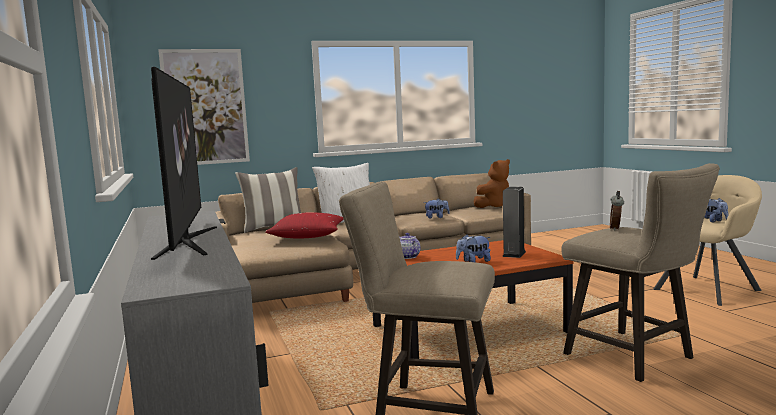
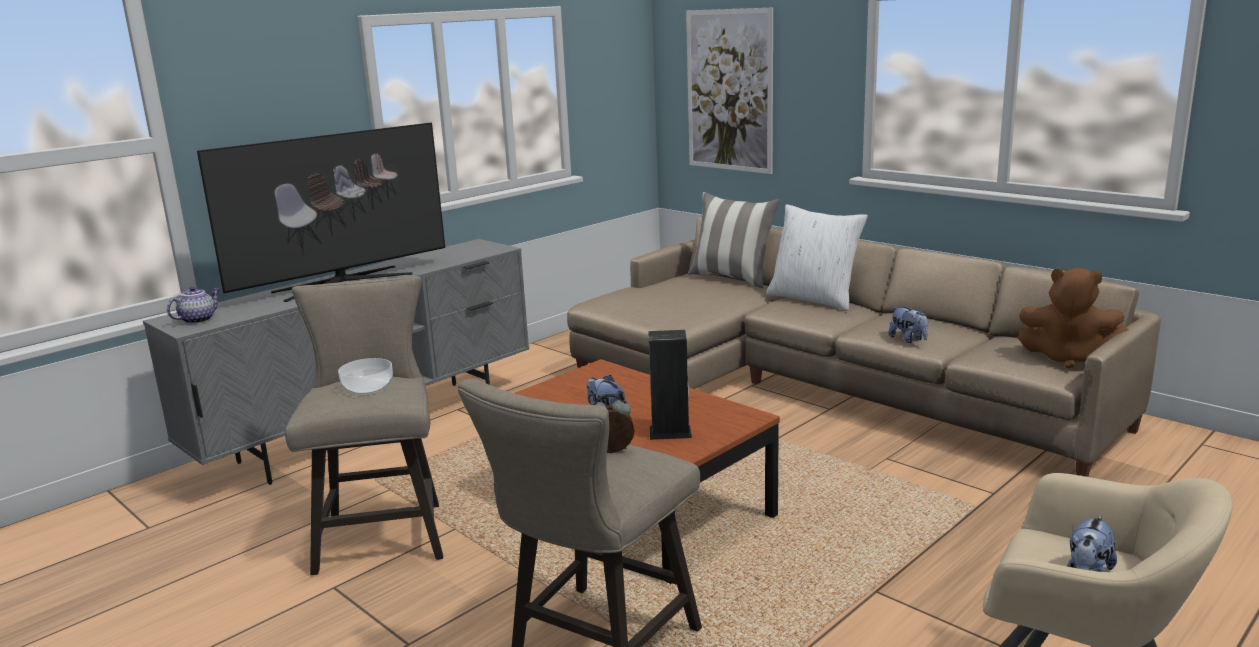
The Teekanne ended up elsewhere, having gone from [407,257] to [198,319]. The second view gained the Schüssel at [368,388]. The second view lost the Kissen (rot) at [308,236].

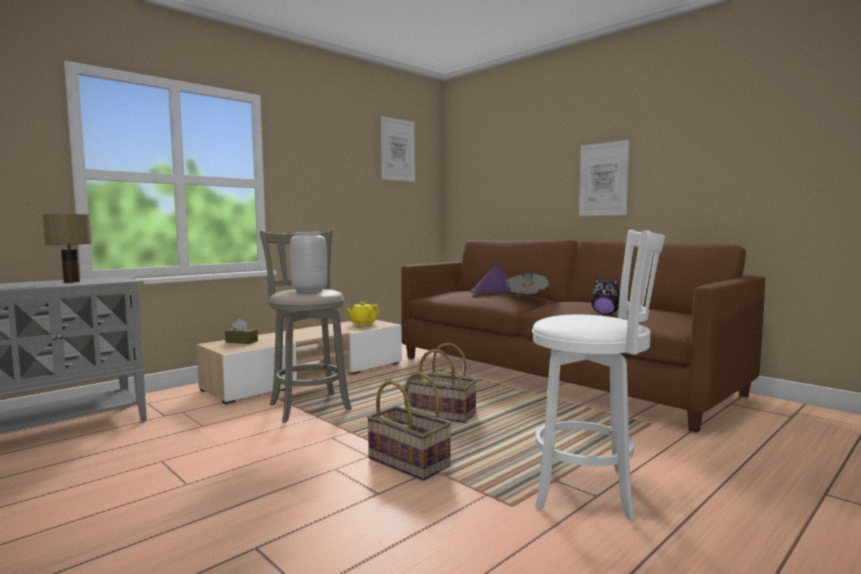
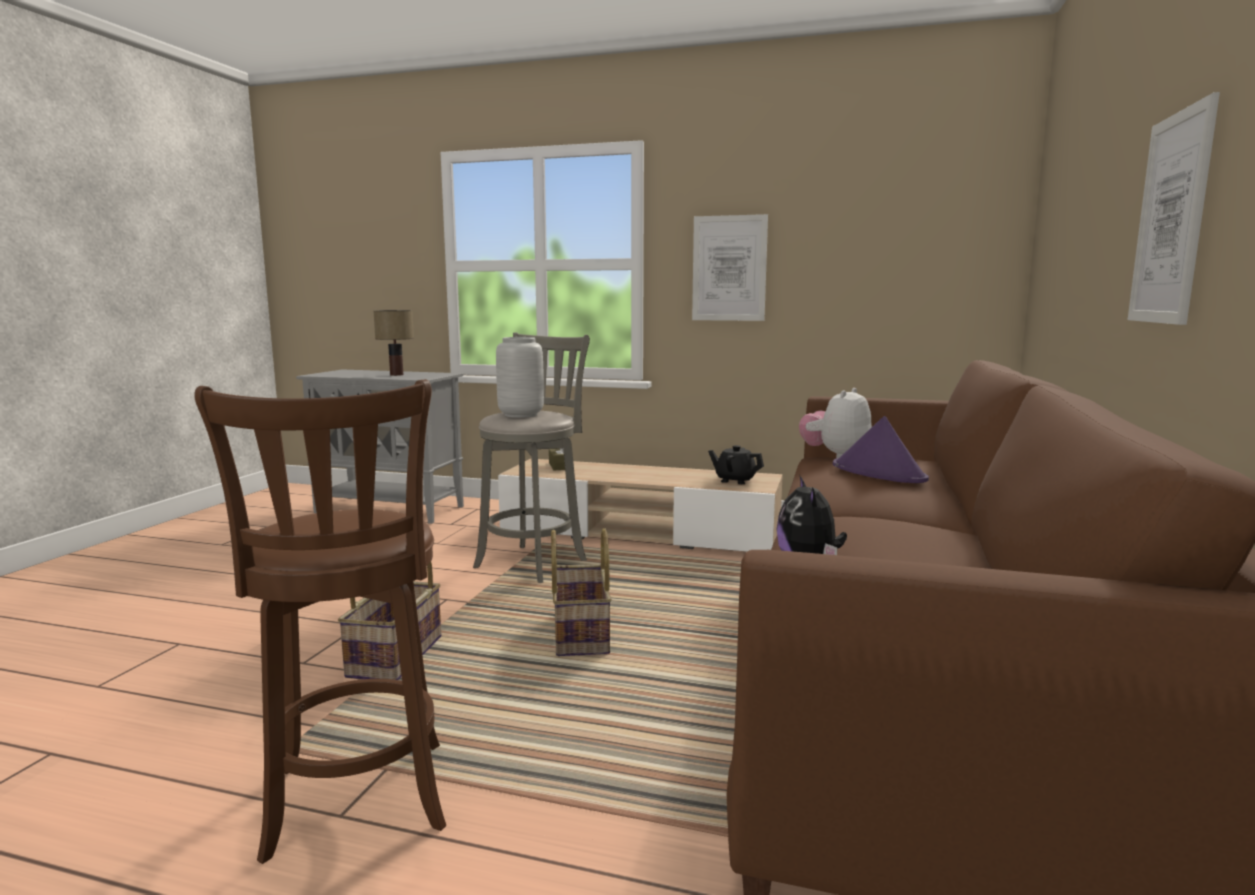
What was the Hocker (weiß) at [589,490] turned into the Hocker (braun) at [357,805]. The Bild ended up elsewhere, having gone from [397,150] to [729,268]. What was the Teekanne (gelb) at [363,324] turned into the Teekanne (schwarz) at [735,480]. The second view gained the Plüschtier at [835,456]. The second view lost the Zeitung at [527,296].

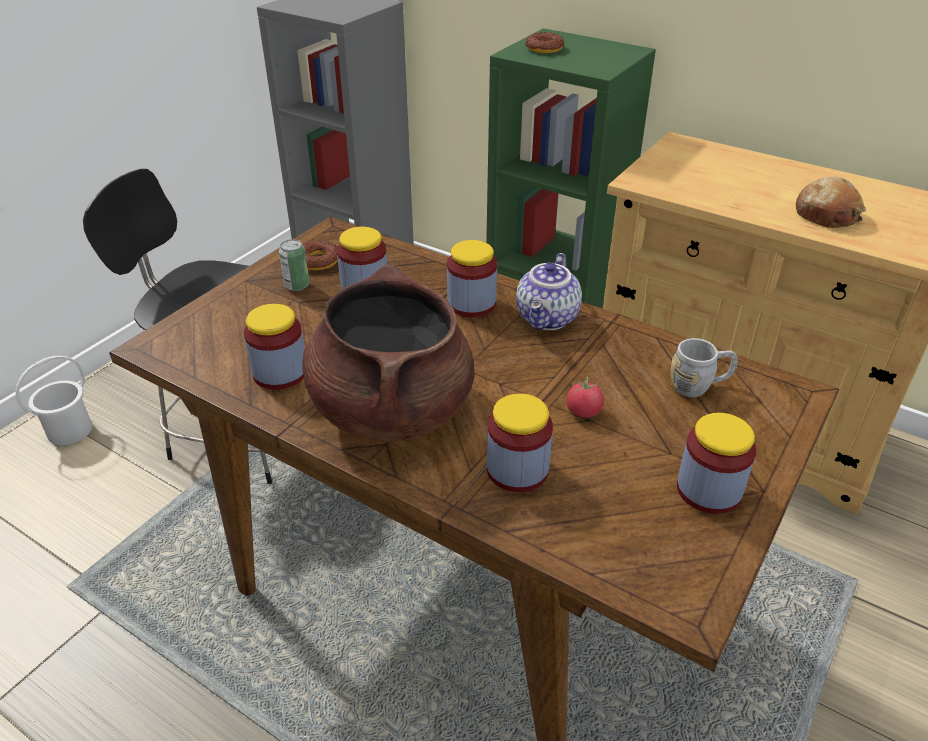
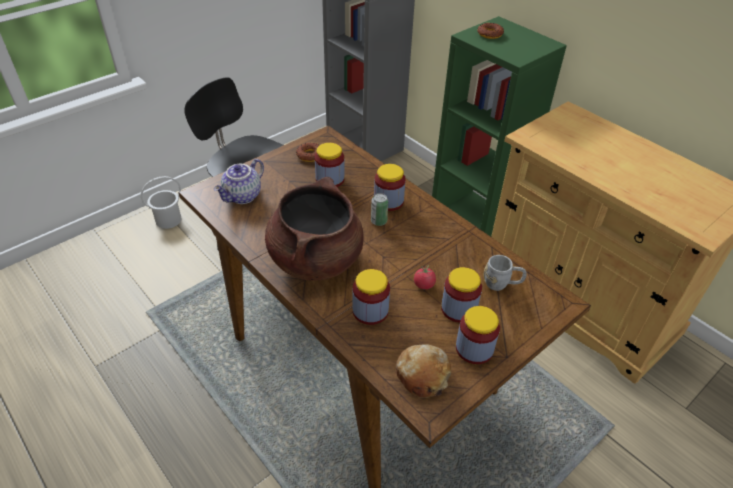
The Teekanne ended up elsewhere, having gone from [548,319] to [243,196]. The Dose ended up elsewhere, having gone from [297,286] to [379,221]. The Brot ended up elsewhere, having gone from [827,215] to [423,375]. The Vorratsglas ended up elsewhere, having gone from [280,373] to [458,309].

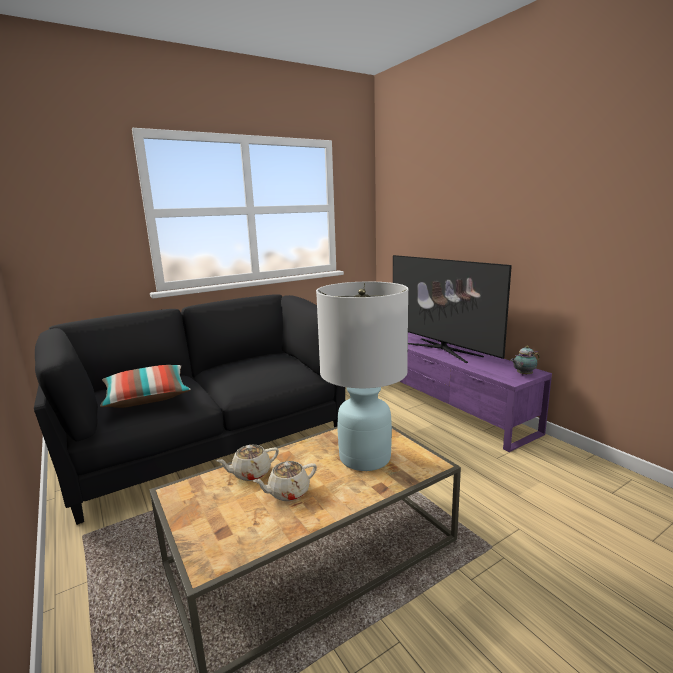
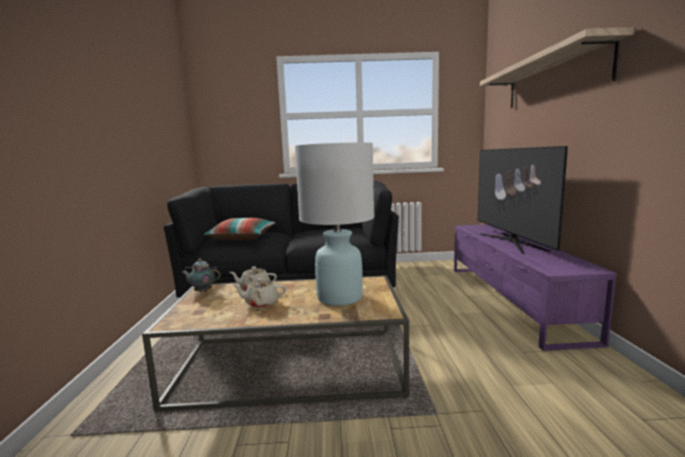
The Teekanne ended up elsewhere, having gone from [523,375] to [202,291]. The second view gained the Wandregal at [553,79].

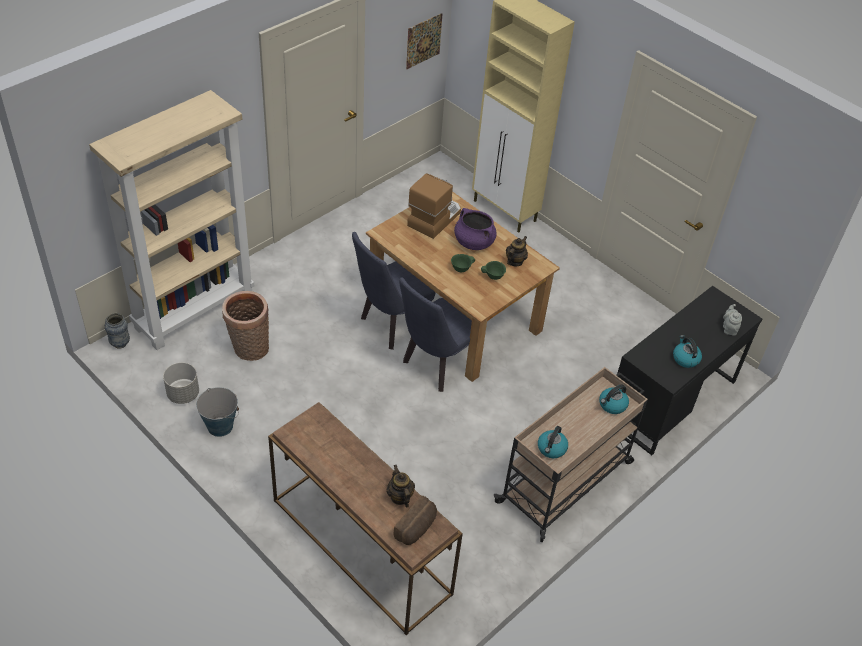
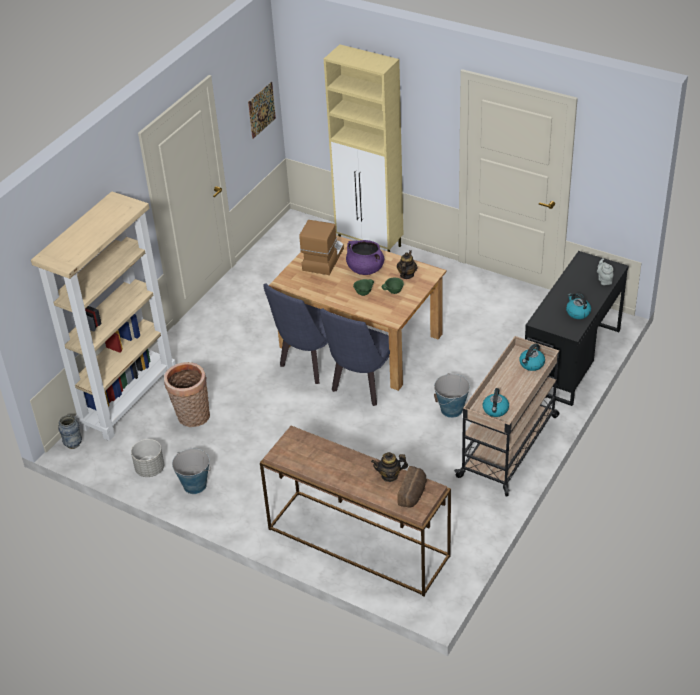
The Teekanne at [400,497] ended up facing another way, 60 degrees counterclockwise from before. The second view gained the Eimer at [451,410].

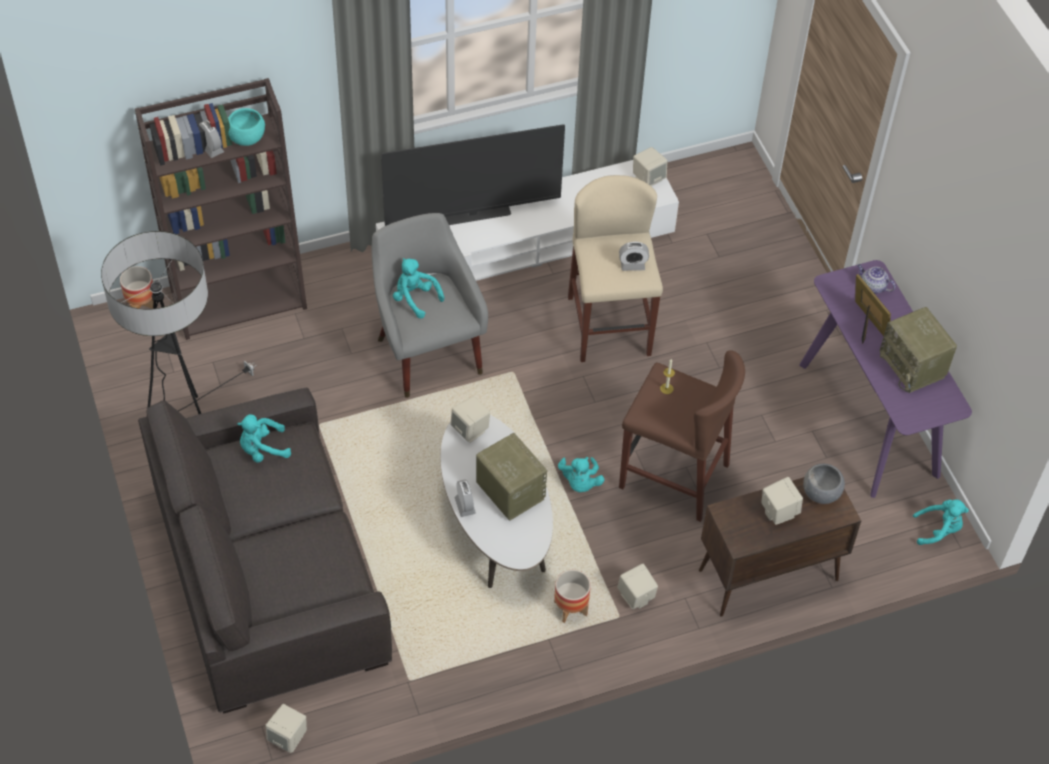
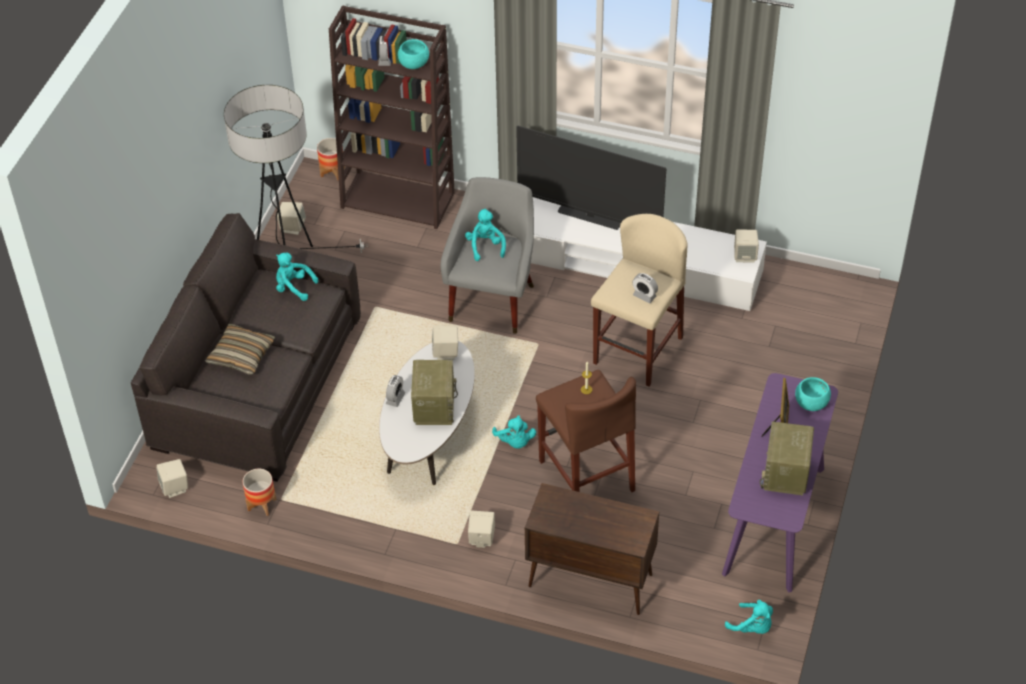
The second view gained the Kissen at [241,355]. The Pflanzkübel ended up elsewhere, having gone from [570,609] to [262,504]. The Lautsprecher (beige) ended up elsewhere, having gone from [778,512] to [292,227]. The Plüschtier (türkis) at [580,482] ended up facing another way, 60 degrees counterclockwise from before. Where the Teekanne stood at [872,286], the Schüssel (türkis) came to stand at [811,403]. The second view lost the Schüssel (grau) at [821,492].

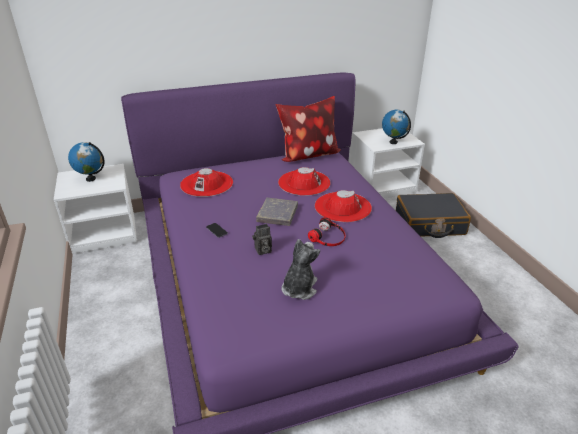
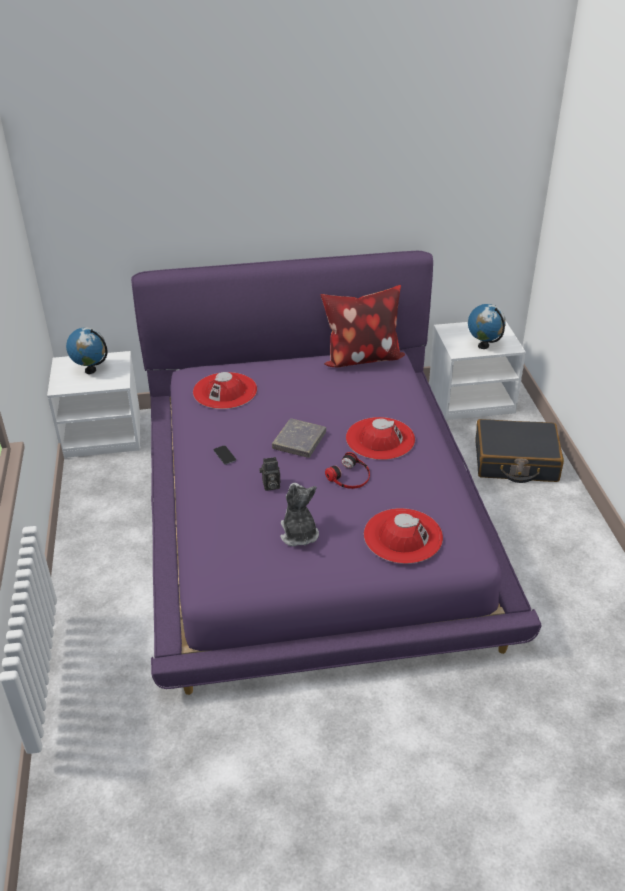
The Plüschtier at [299,288] ended up facing another way, 45 degrees counterclockwise from before. The Hut (rot) ended up elsewhere, having gone from [304,183] to [403,536].

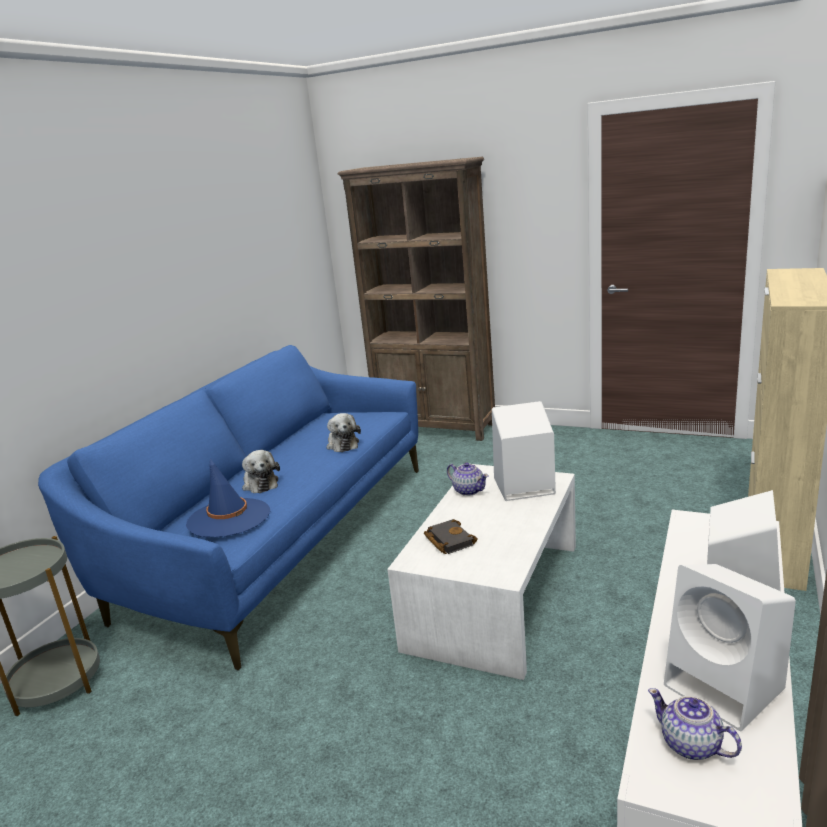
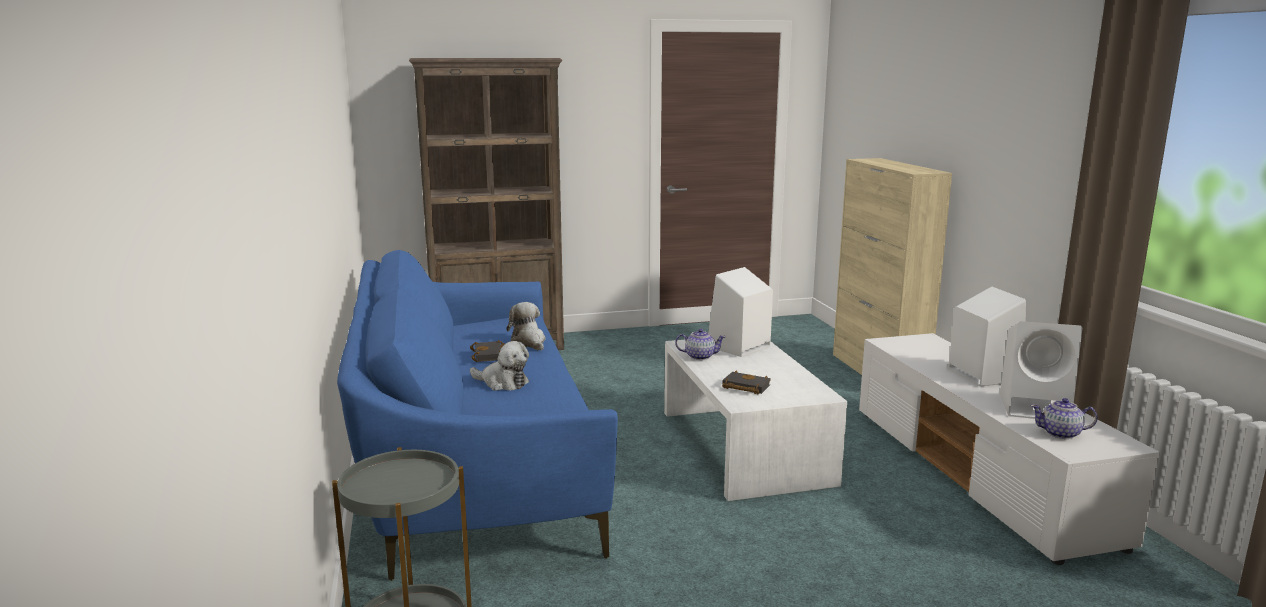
The second view gained the Buch (schwarz) at [490,355]. The Plüschtier at [342,444] ended up facing another way, 150 degrees counterclockwise from before. The second view lost the Hut (blau) at [229,518].

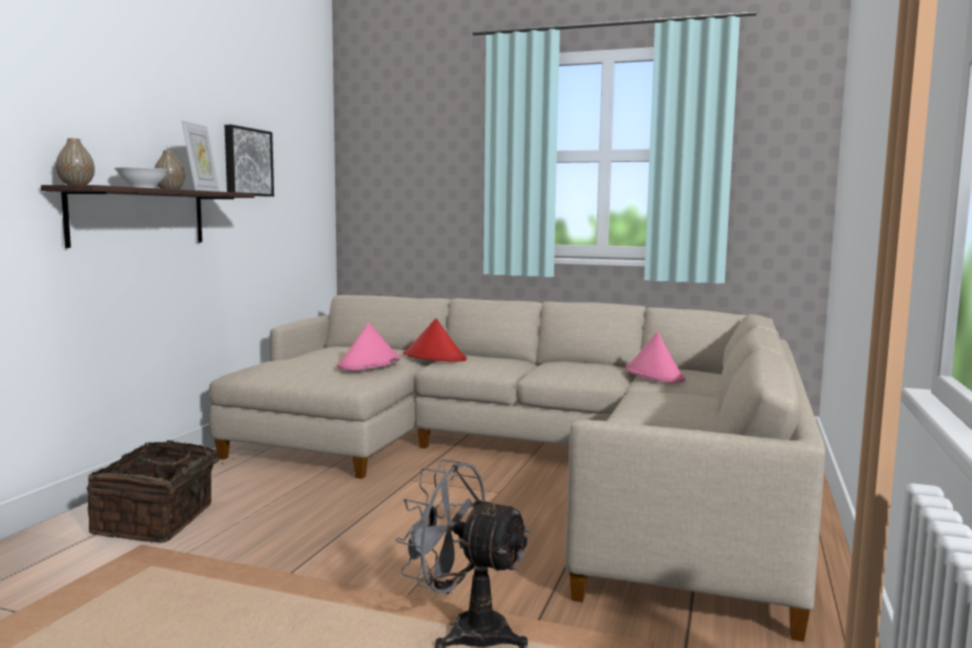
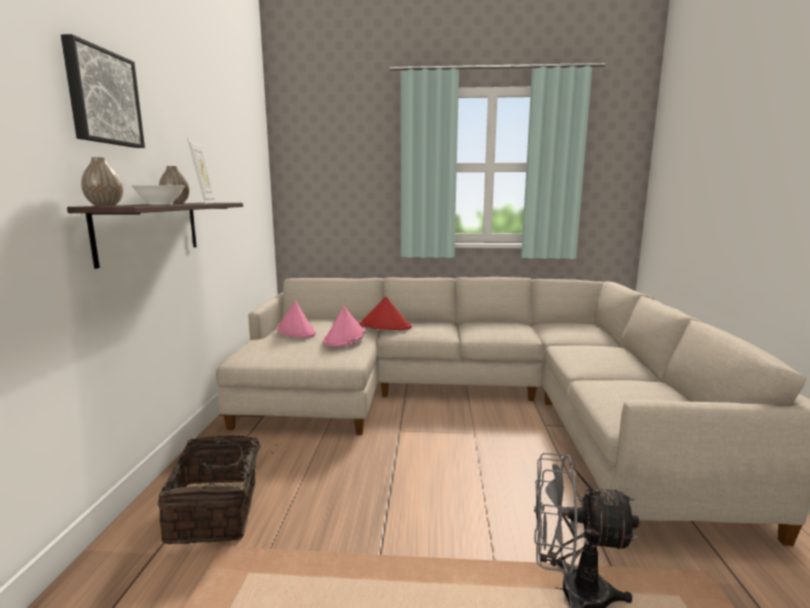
The Bild ended up elsewhere, having gone from [247,162] to [102,97]. The Hut (rosa) ended up elsewhere, having gone from [654,374] to [296,331].

